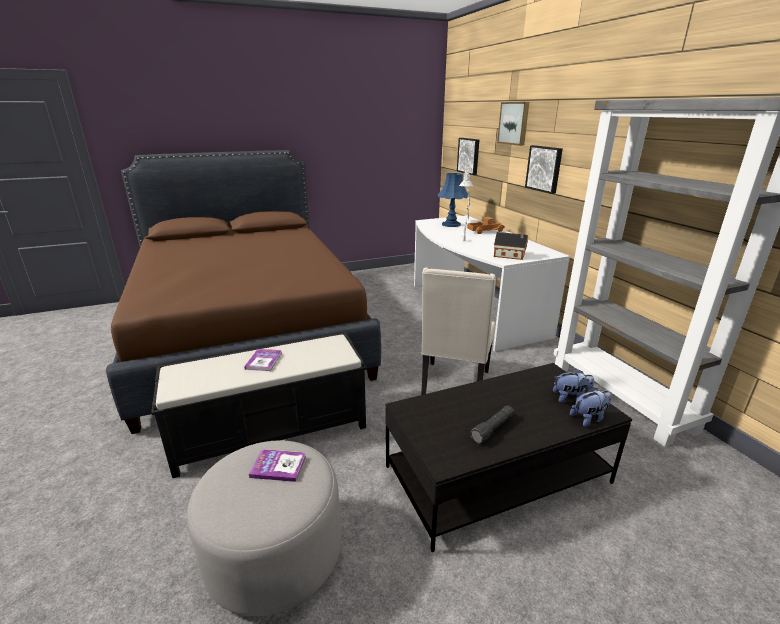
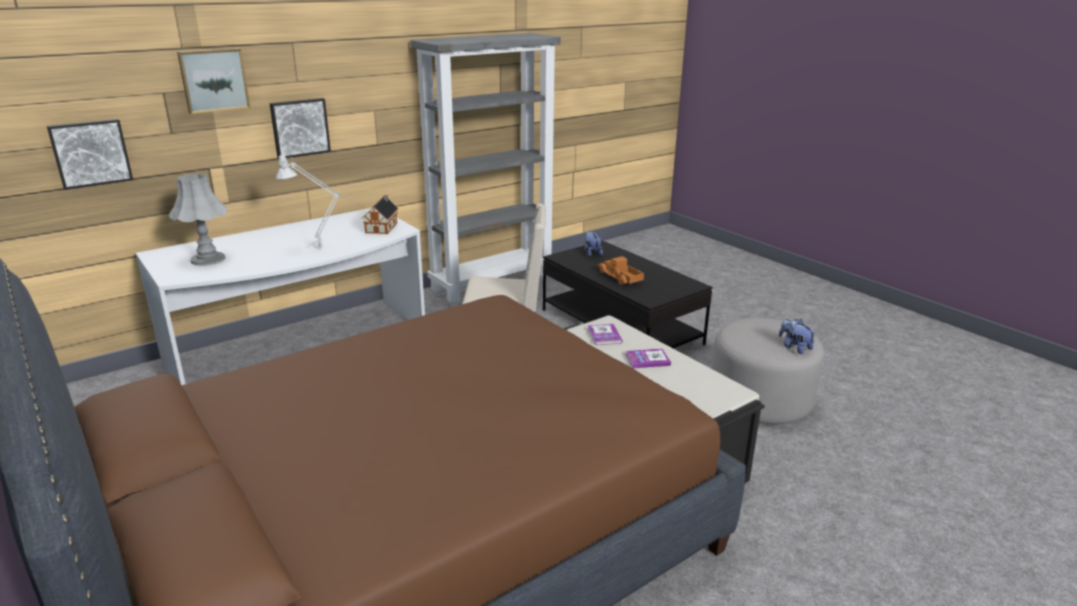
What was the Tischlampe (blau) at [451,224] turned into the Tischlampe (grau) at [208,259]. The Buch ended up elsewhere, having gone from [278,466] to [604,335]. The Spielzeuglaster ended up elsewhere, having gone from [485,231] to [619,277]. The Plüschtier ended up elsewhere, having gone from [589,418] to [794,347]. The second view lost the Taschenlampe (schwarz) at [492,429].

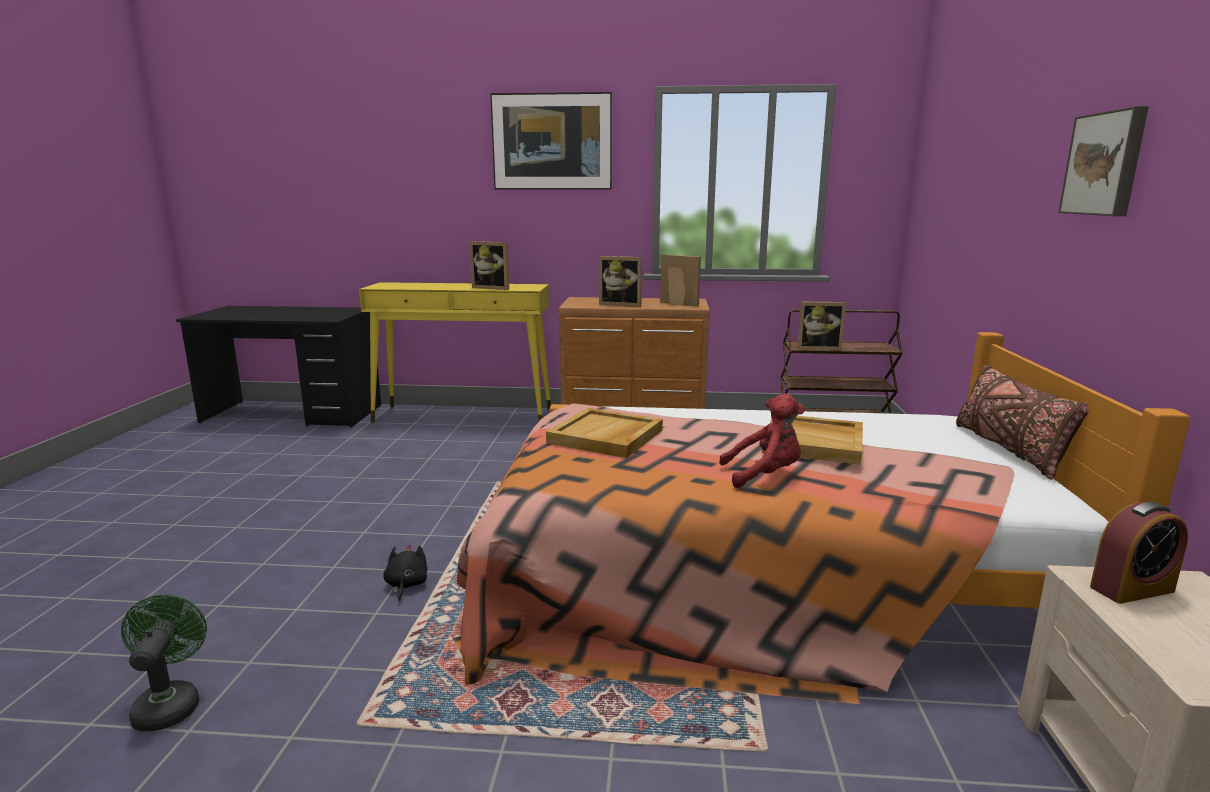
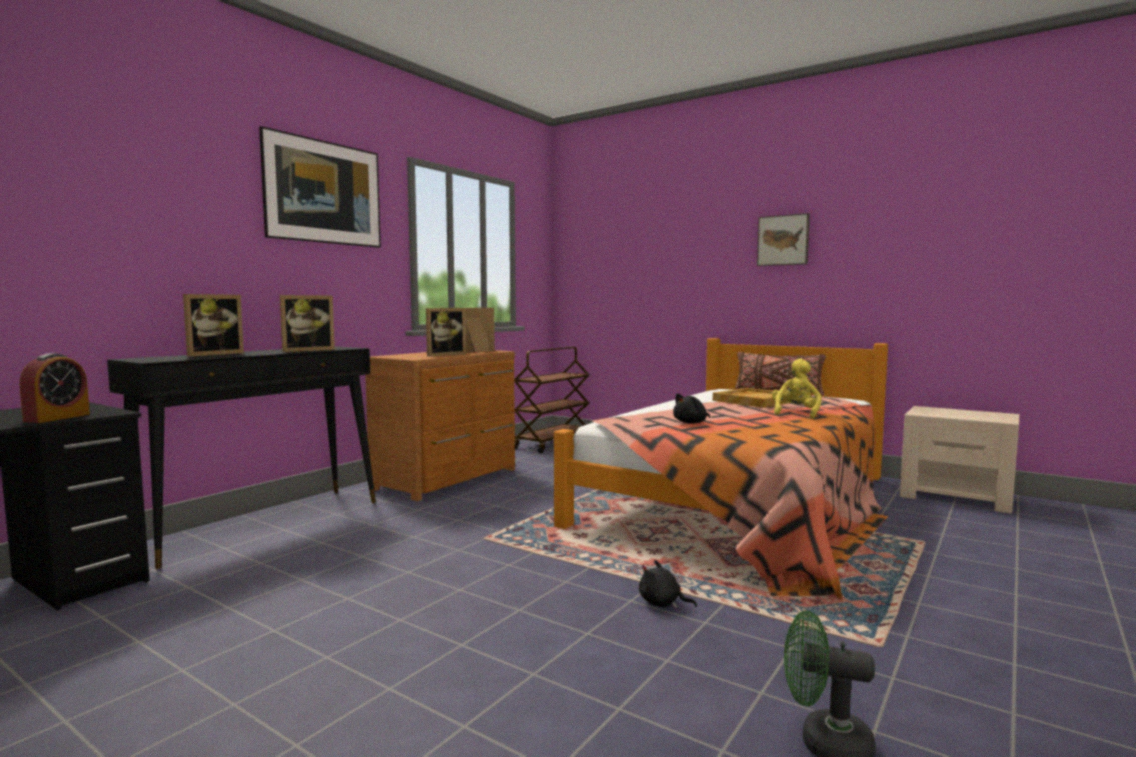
The Wecker ended up elsewhere, having gone from [1132,589] to [57,418]. What was the Konsolentisch (gelb) at [464,416] turned into the Konsolentisch (schwarz) at [263,523]. The Bilderrahmen ended up elsewhere, having gone from [818,348] to [213,354]. Where the Tablett (beige) stood at [606,437], the Plüschtier (schwarz) came to stand at [691,423]. What was the Plüschtier (rot) at [764,475] turned into the Plüschtier (gelb) at [796,413].

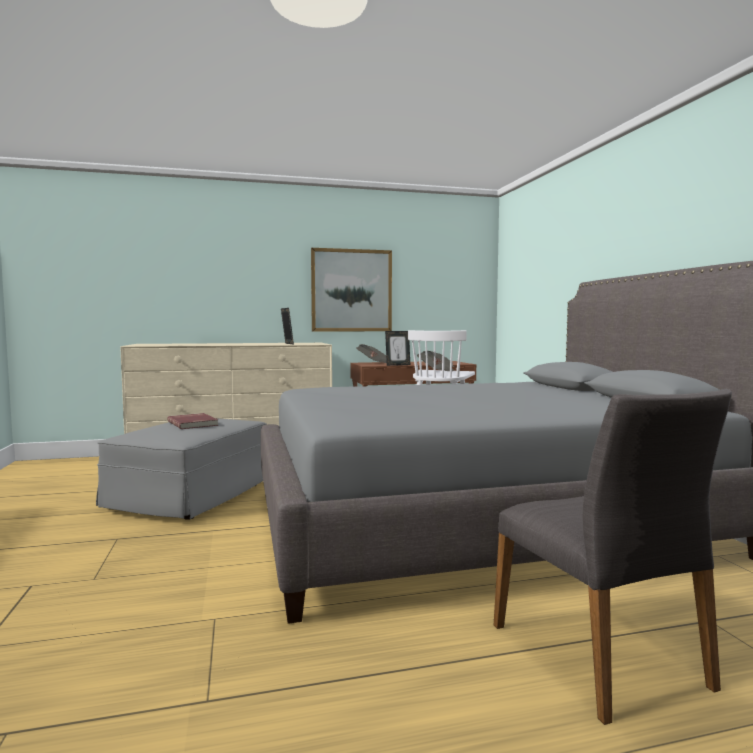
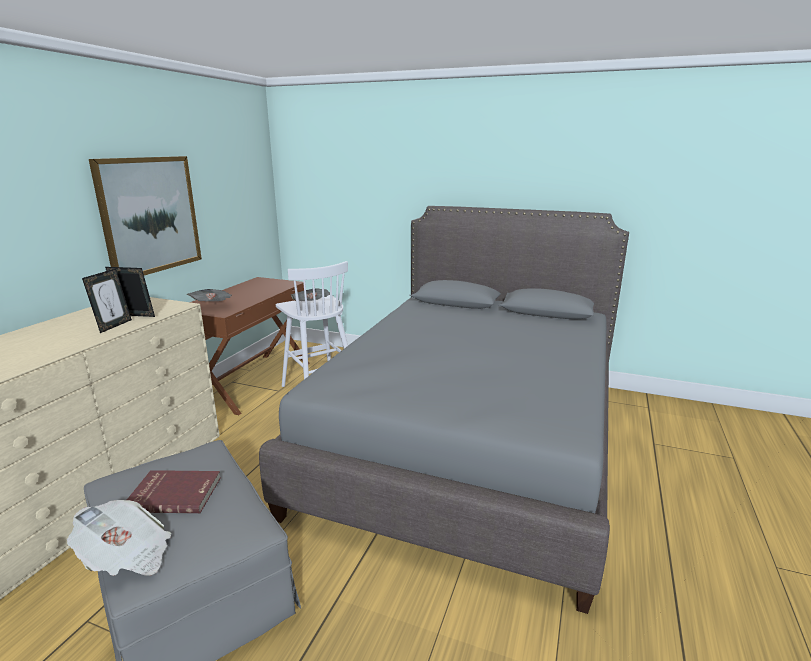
The second view gained the Zeitung at [127,556]. The Bilderrahmen ended up elsewhere, having gone from [397,365] to [113,326]. The second view lost the Stuhl (grau) at [600,655].

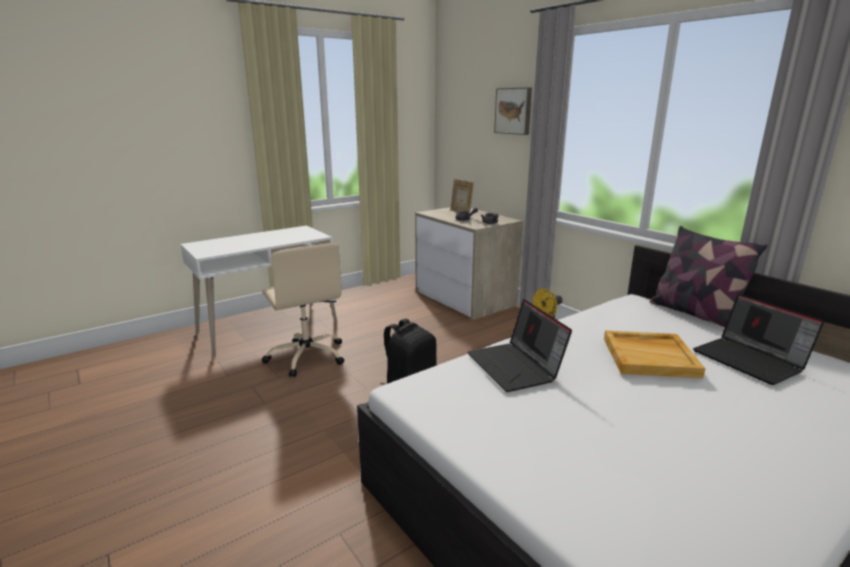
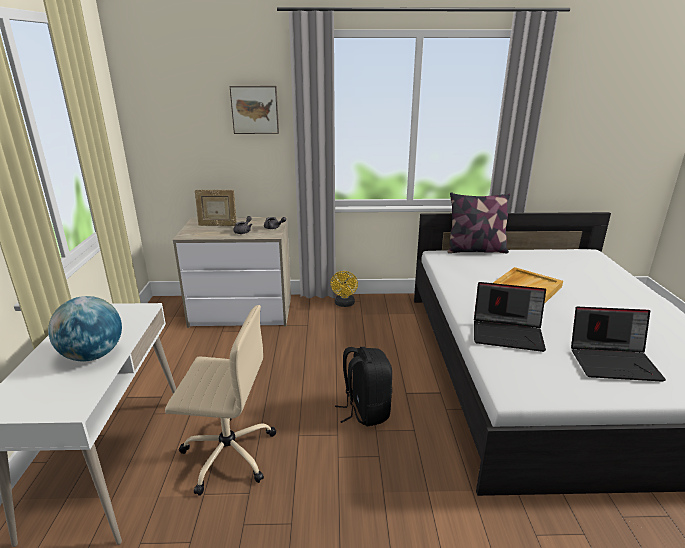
The second view gained the Globus at [93,355]. The Laptop ended up elsewhere, having gone from [751,360] to [614,362].

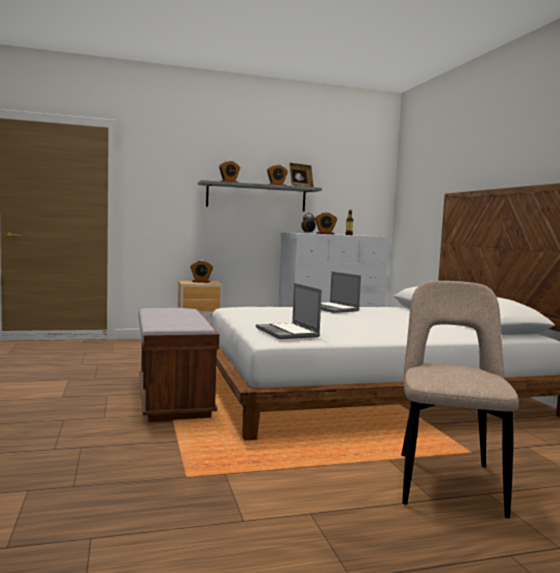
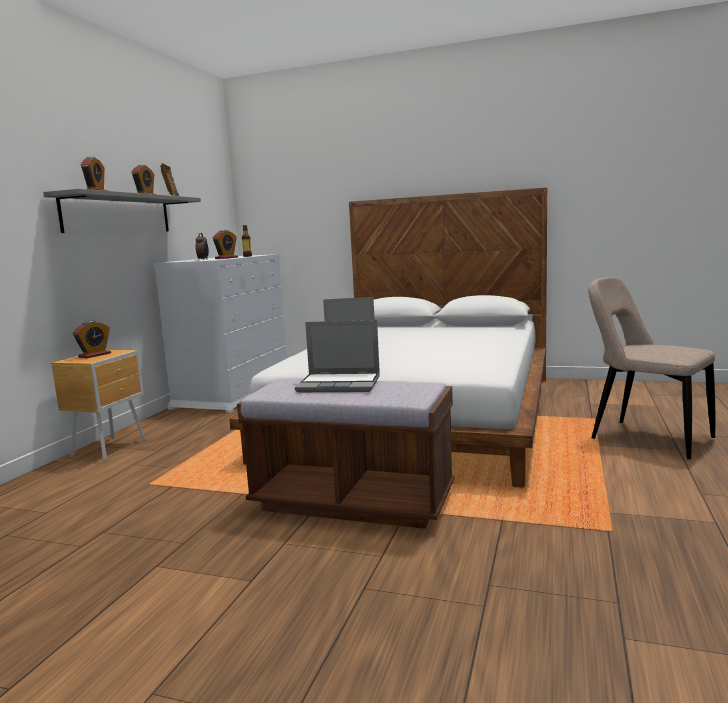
The Laptop ended up elsewhere, having gone from [288,333] to [340,384].

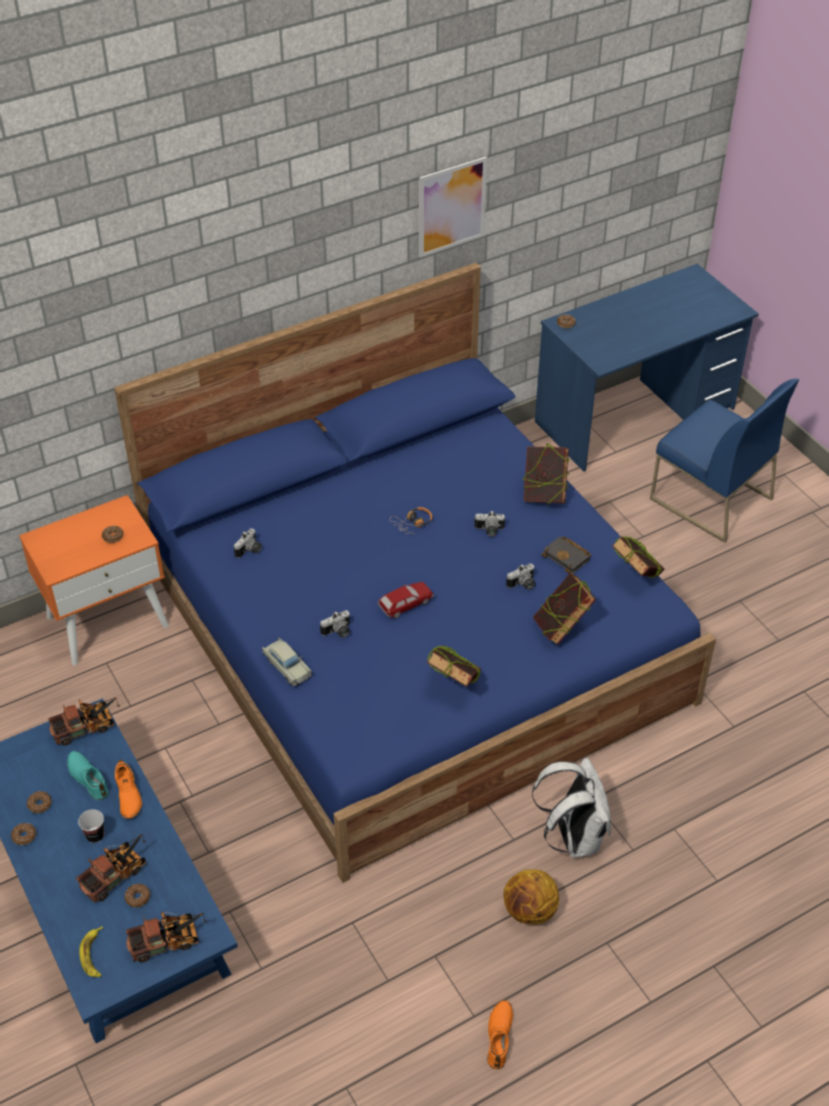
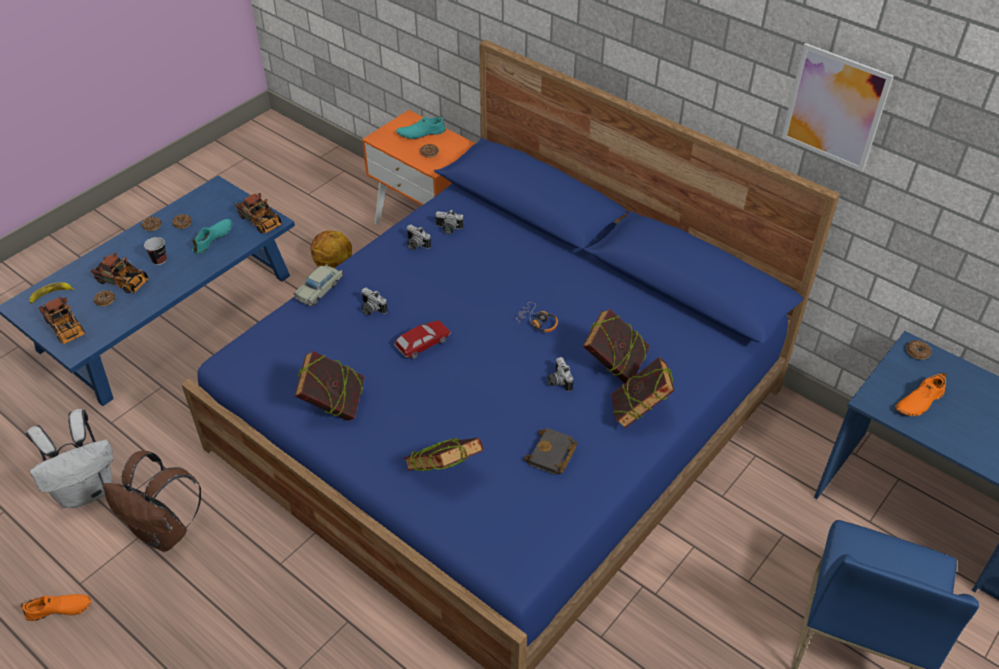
The Rucksack (weiß) ended up elsewhere, having gone from [573,837] to [87,490]. The second view gained the Rucksack (braun) at [164,532]. The Basketball ended up elsewhere, having gone from [529,911] to [332,265]. The Spielzeugauto at [406,603] ended up facing another way, 75 degrees counterclockwise from before. The second view gained the Schuh (türkis) at [421,133]. The Kamera ended up elsewhere, having gone from [523,585] to [415,245]. The Buch ended up elsewhere, having gone from [635,577] to [614,366]. The Schuh (orange) ended up elsewhere, having gone from [127,795] to [918,401].

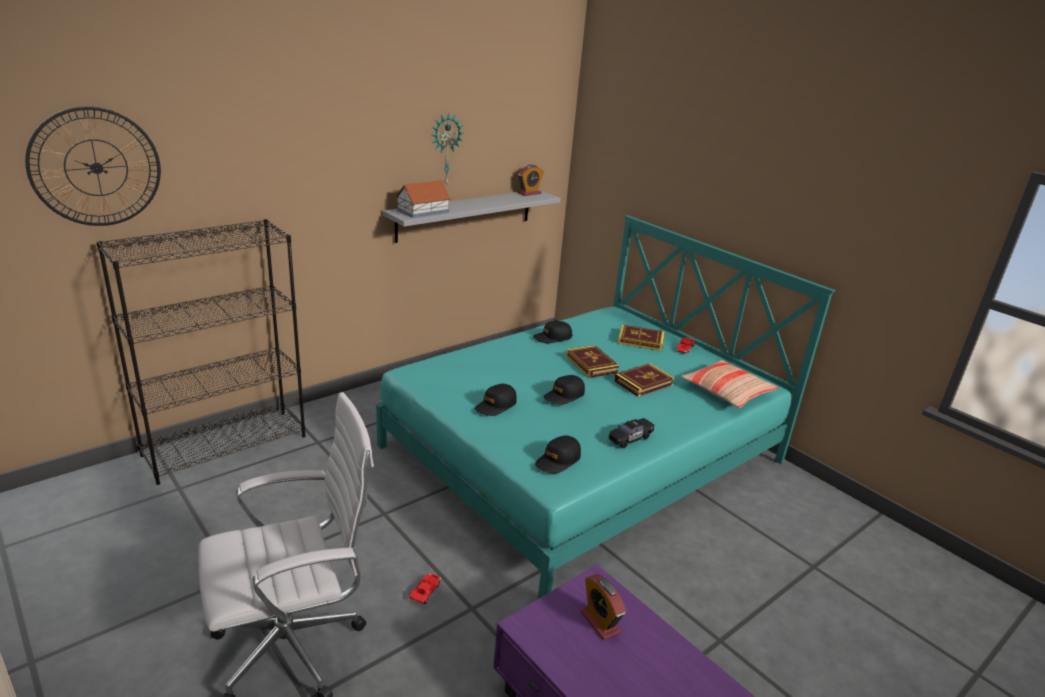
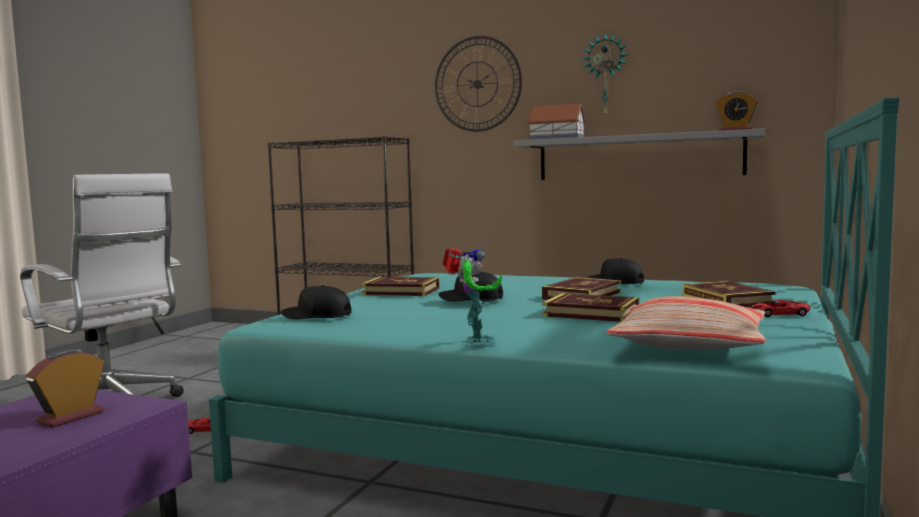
Where the Kappe (schwarz) stood at [495,406], the Buch came to stand at [401,291]. The Wanduhr ended up elsewhere, having gone from [96,167] to [477,84]. The second view gained the Spielzeugroboter at [475,341]. The second view lost the Spielzeugauto (schwarz) at [630,438].

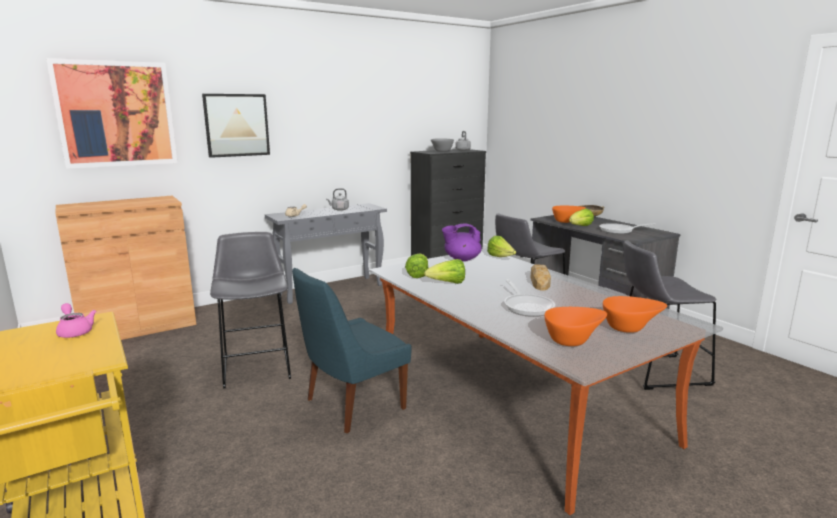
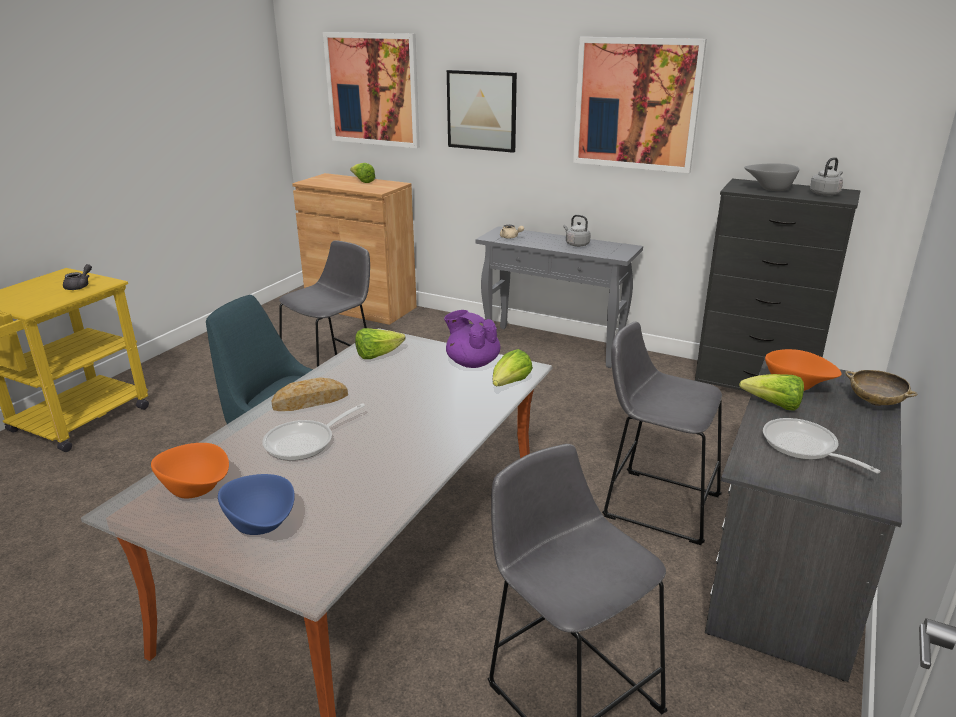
What was the Teekanne (rosa) at [75,331] turned into the Teekanne (grau) at [80,286]. What was the Schüssel (orange) at [630,328] turned into the Schüssel (blau) at [263,528]. The Brot ended up elsewhere, having gone from [539,281] to [310,401]. The Salatkopf ended up elsewhere, having gone from [447,283] to [362,181]. The second view gained the Bild at [636,104].

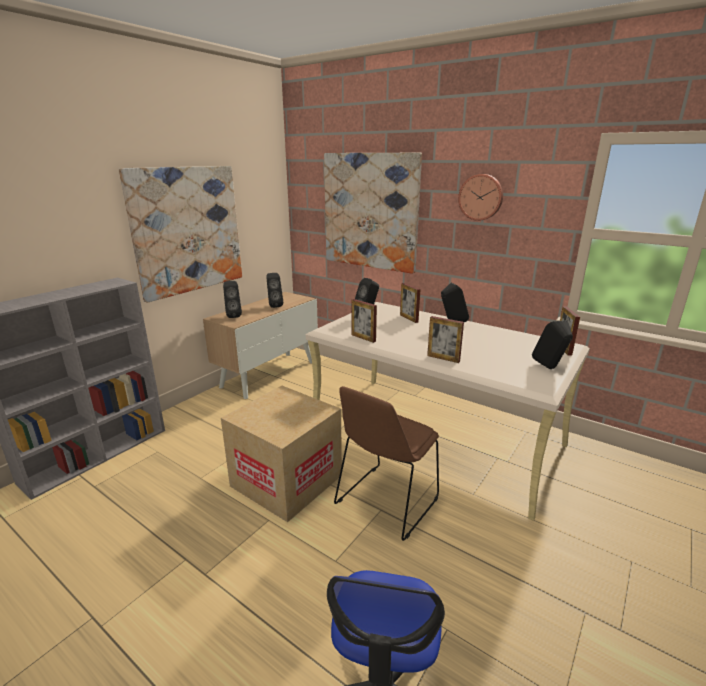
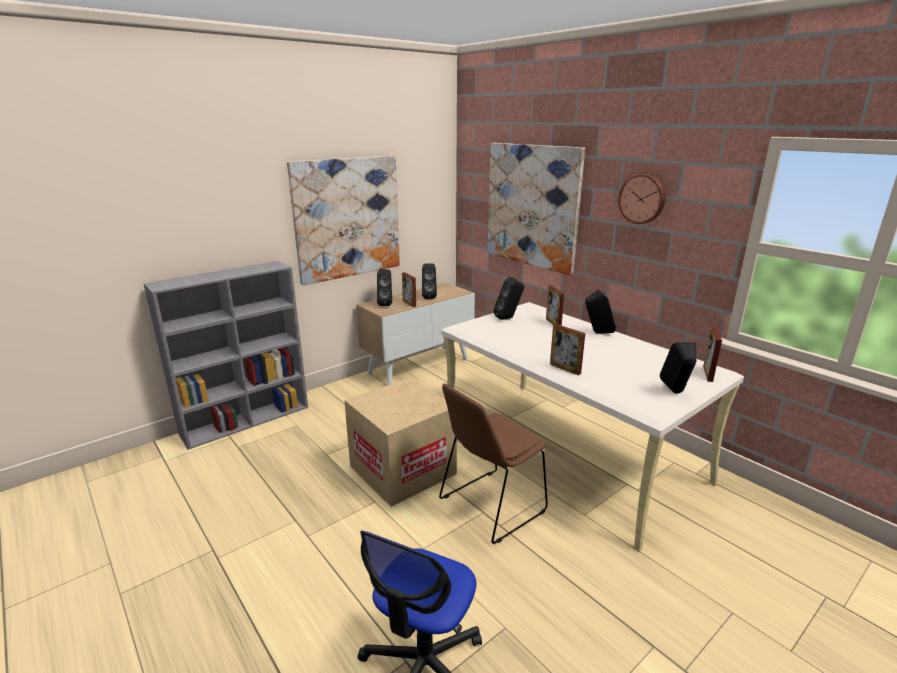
The Bilderrahmen ended up elsewhere, having gone from [363,338] to [409,303].

